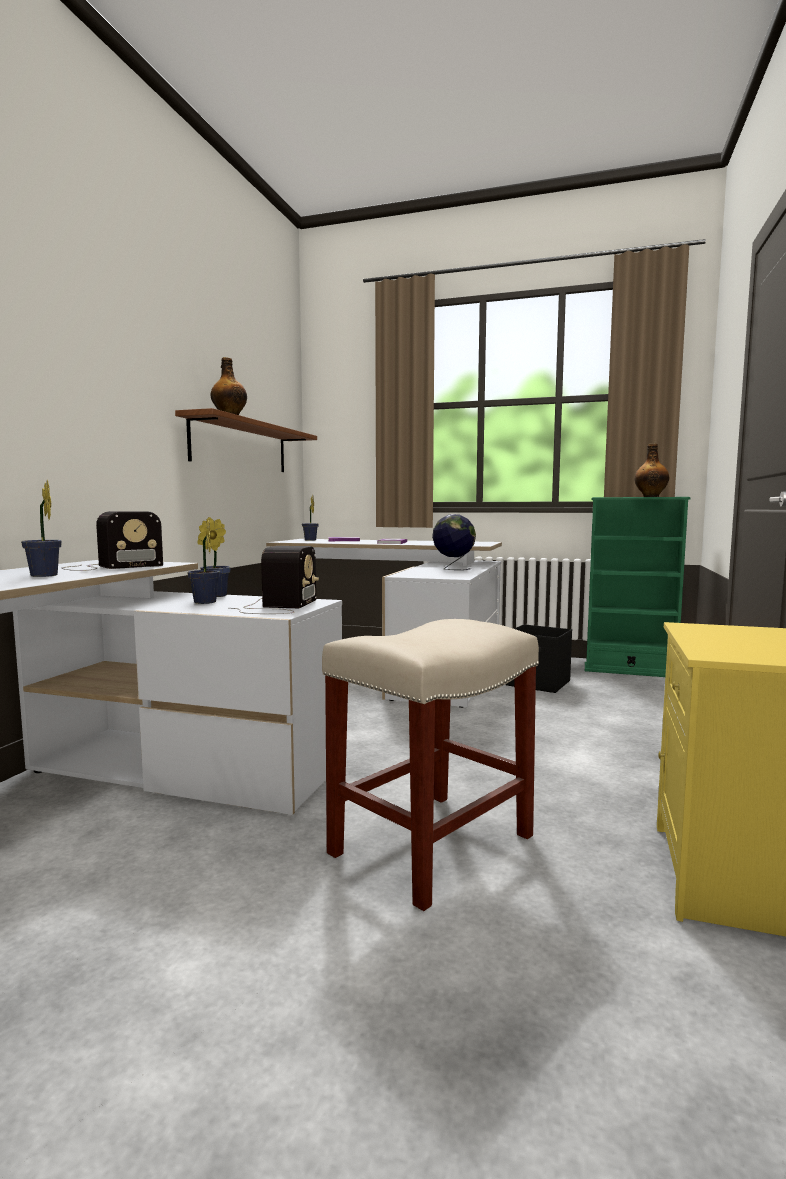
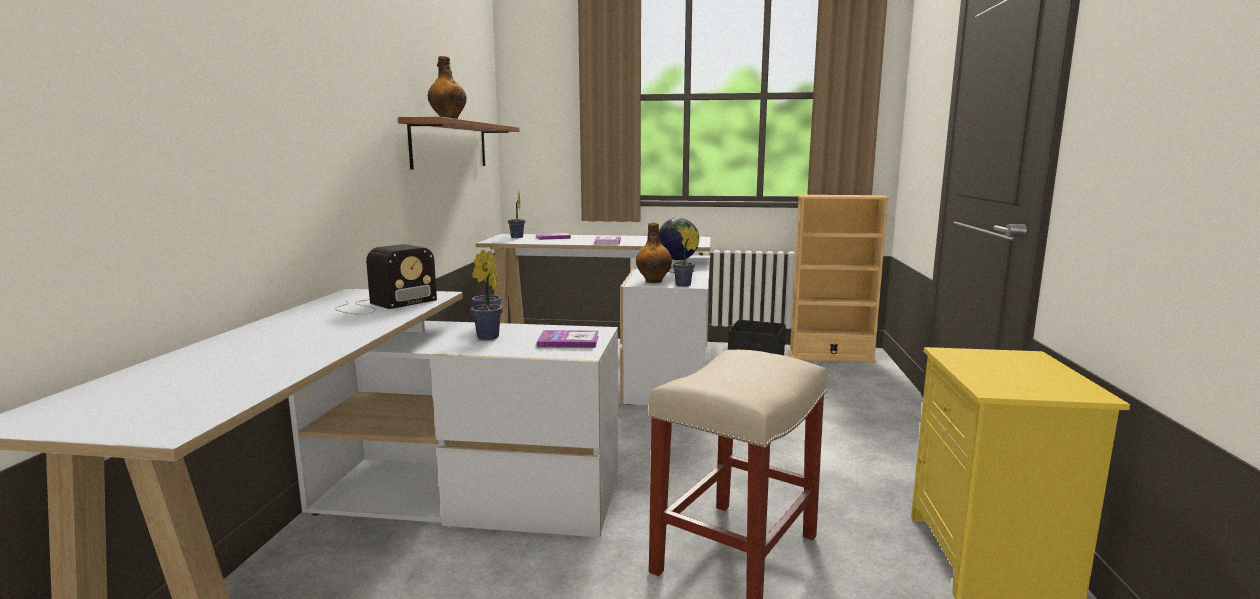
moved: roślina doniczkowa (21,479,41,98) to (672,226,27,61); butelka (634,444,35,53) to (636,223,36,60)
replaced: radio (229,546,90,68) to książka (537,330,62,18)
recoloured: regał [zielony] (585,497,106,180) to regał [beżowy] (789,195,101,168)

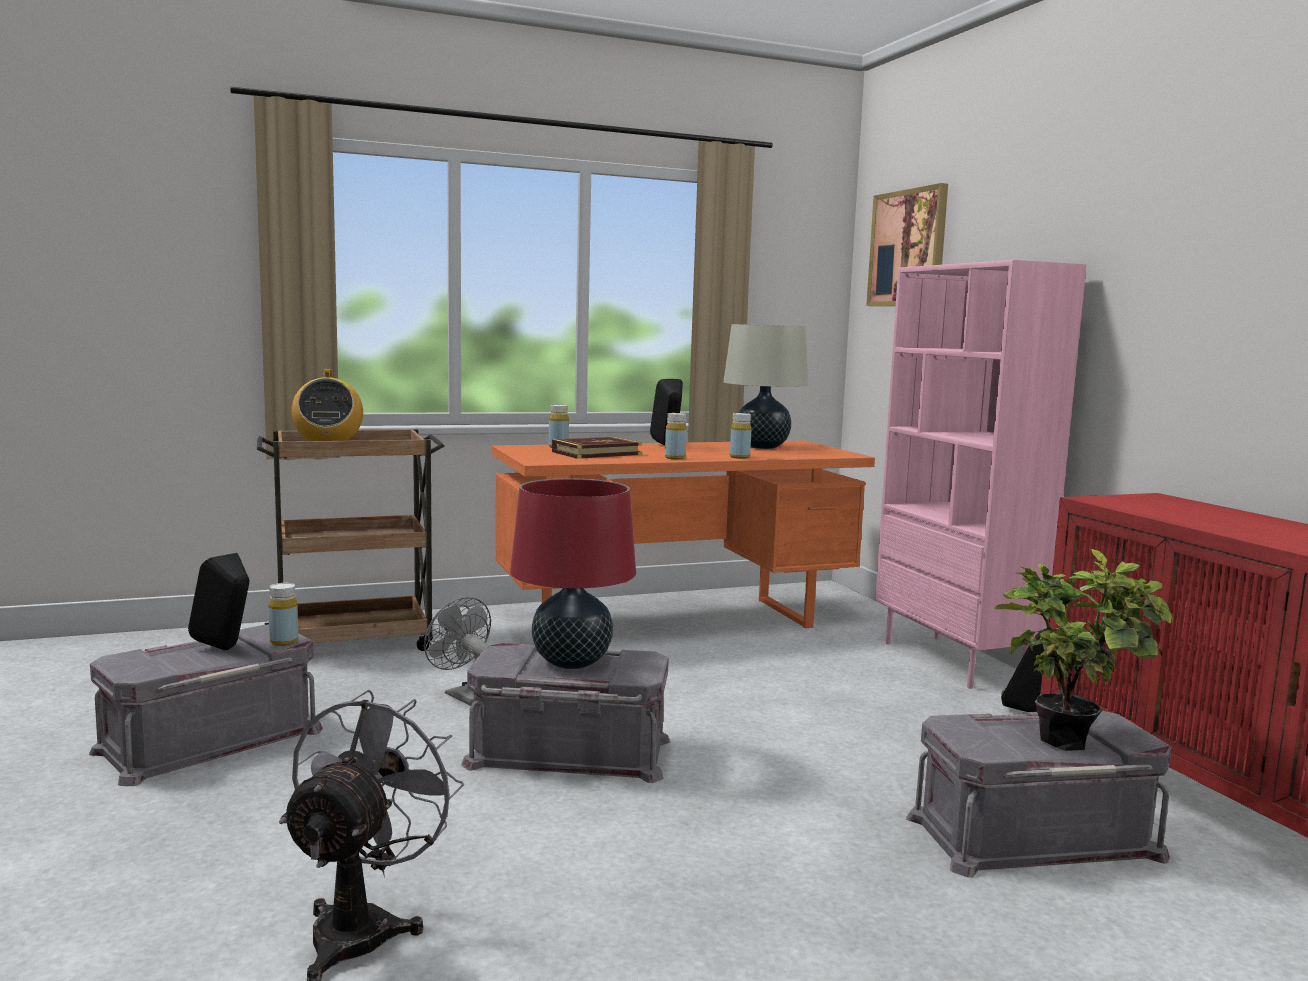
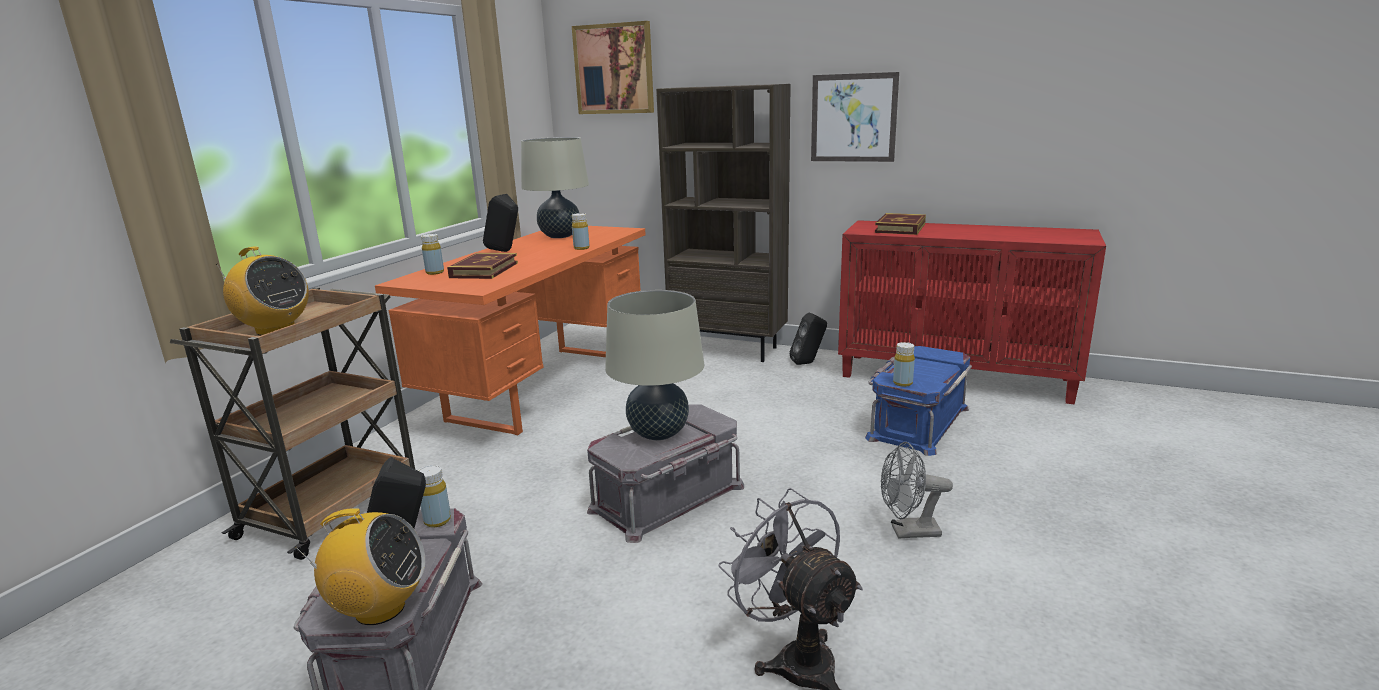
removed: roślina doniczkowa (994,549,179,202)
added: radio (295,508,130,117); obraz (811,72,88,90); książka (875,213,51,22)
moved: wentylator [szary] (424,597,67,109) to (881,442,72,97); butelka [żółty] (665,413,22,46) to (893,342,22,45)
recoloured: lampa stołowa [czerwony] (510,479,126,190) to lampa stołowa [beżowy] (605,290,99,150); regał [różowy] (875,260,212,429) to regał [brązowy] (656,84,135,278); pojemnik do przechowywania [szary] (906,711,266,167) to pojemnik do przechowywania [niebieski] (865,346,107,110)

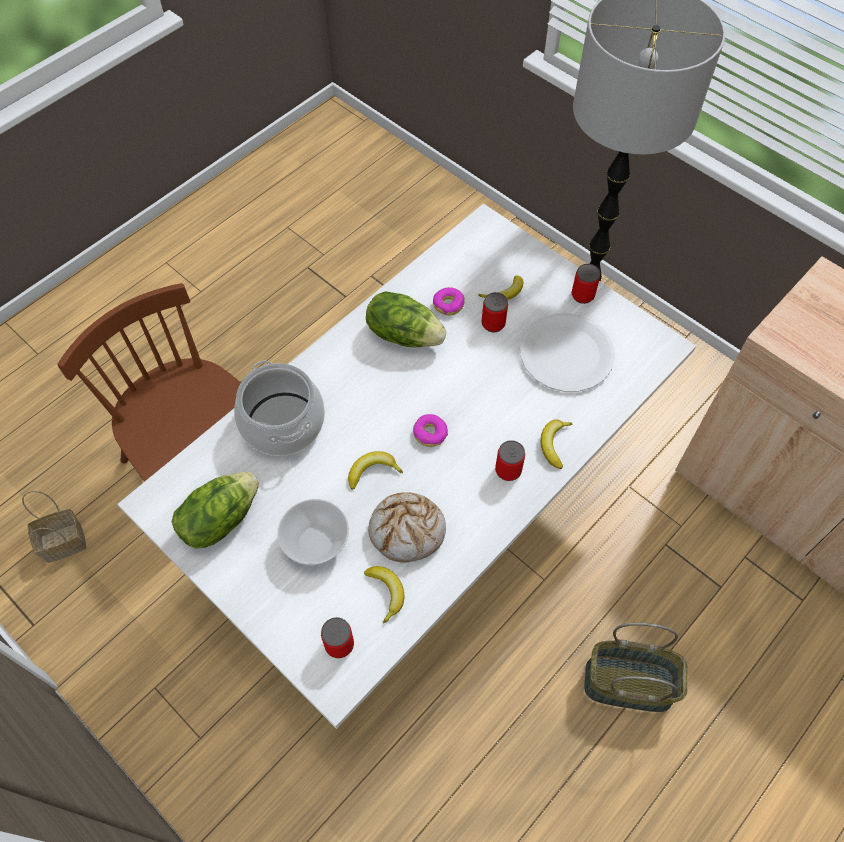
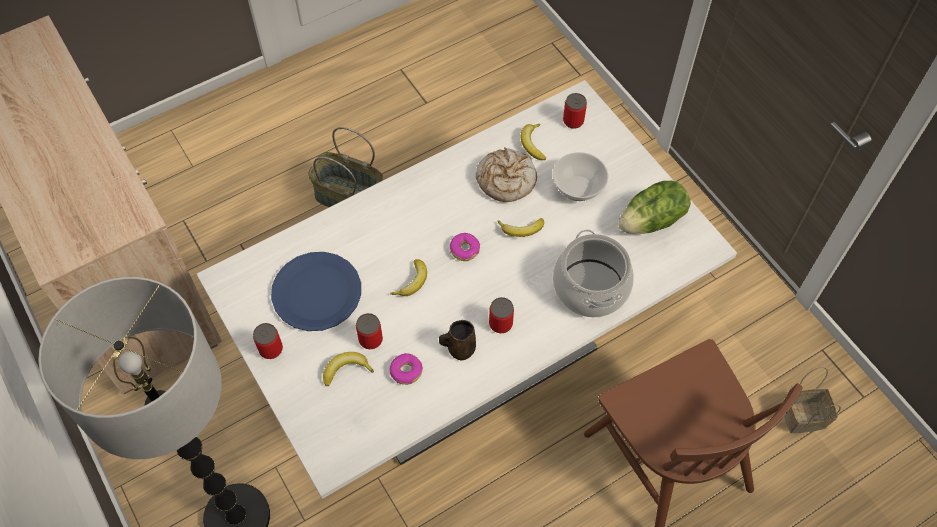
moved: puszka (495,440,30,41) to (489,297,25,36); banan (541,419,32,50) to (390,259,37,37)
replaced: sałata (366,291,80,56) to kubek [brązowy] (439,320,37,41)
recoloured: talerz [biały] (520,313,95,79) to talerz [niebieski] (271,252,90,79)

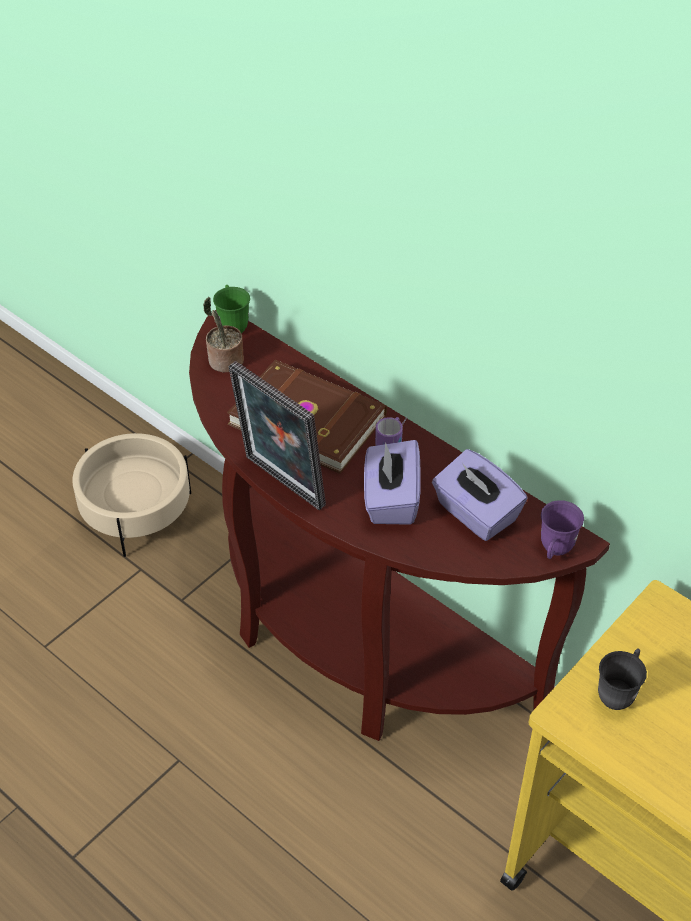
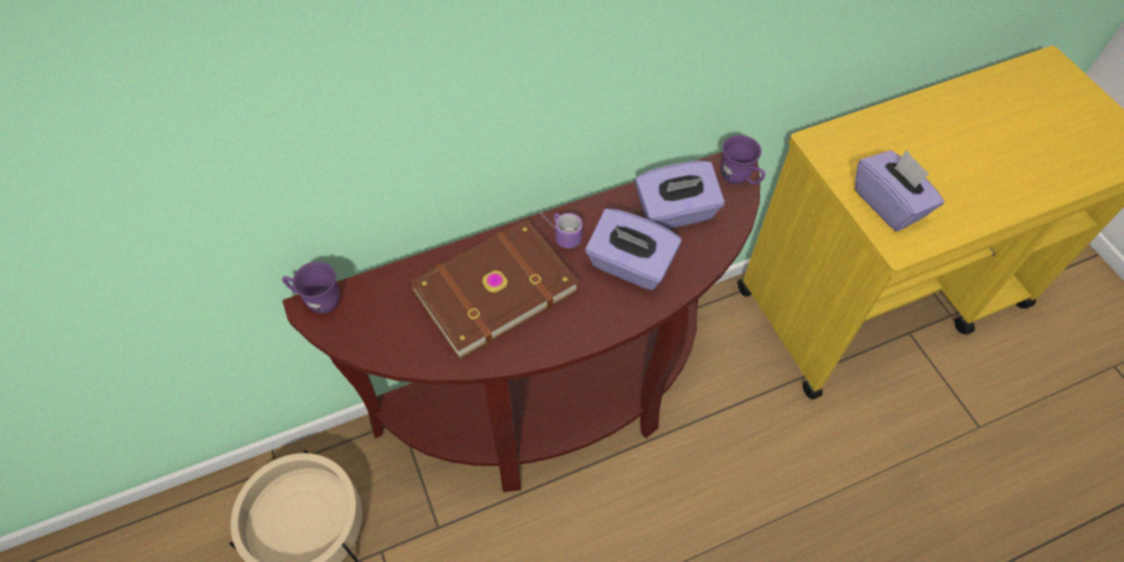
removed: roślina doniczkowa (203,297,41,75); ramka na zdjęcie (228,361,98,149)
replaced: kubek [szary] (598,648,49,62) to pudełko chusteczek [fioletowy] (855,150,89,81)
recoloured: kubek [zielony] (213,285,37,48) to kubek [fioletowy] (282,261,58,53)

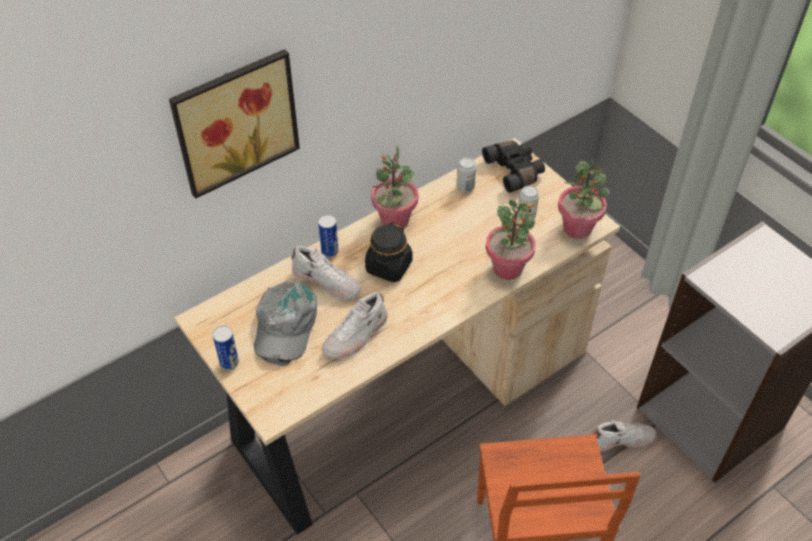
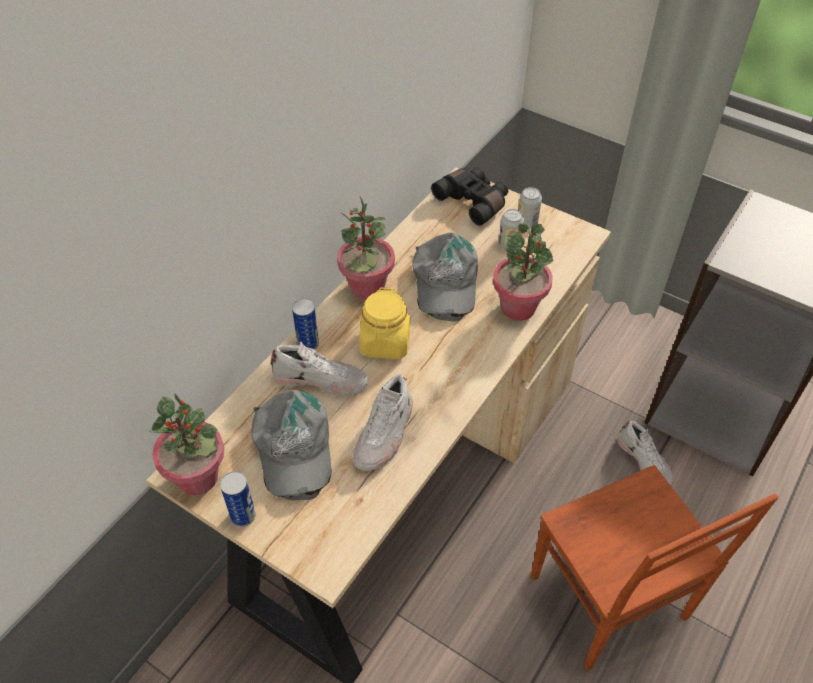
removed: obraz (169,49,131,150)
added: czapka z daszkiem [szary] (412,233,66,89)
moved: puszka (456,157,20,35) to (518,187,24,42); roślina doniczkowa (558,159,52,80) to (149,394,75,101)
recoloured: słoik [czarny] (365,222,47,60) to słoik [żółty] (359,288,51,71)
turned: but [biały] (591,419,65,32) = (618,421,56,64) 90 degrees clockwise

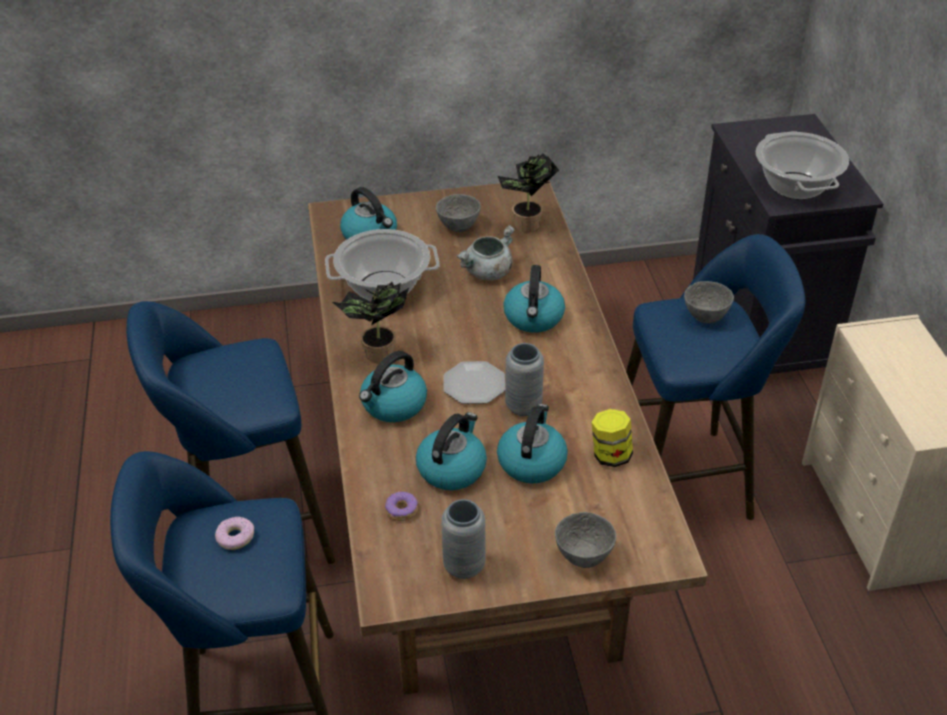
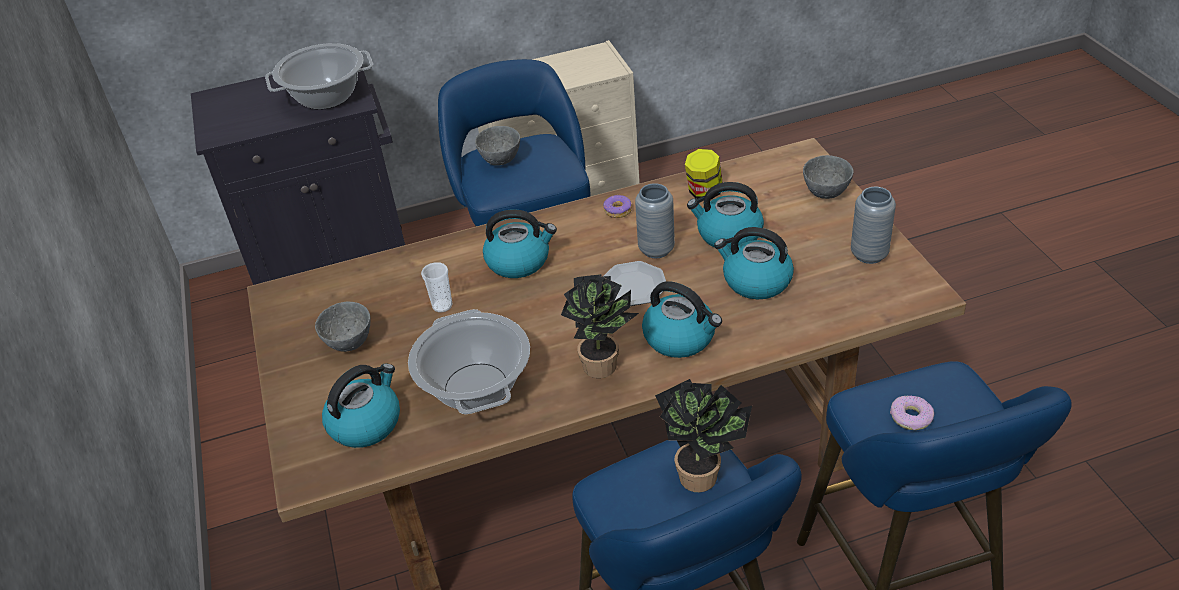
moved: donut (385,491,33,30) to (603,195,29,23); roślina doniczkowa (498,153,61,80) to (655,379,97,113)
replaced: garnek [szary] (456,225,59,55) to filiżanka (421,262,31,50)

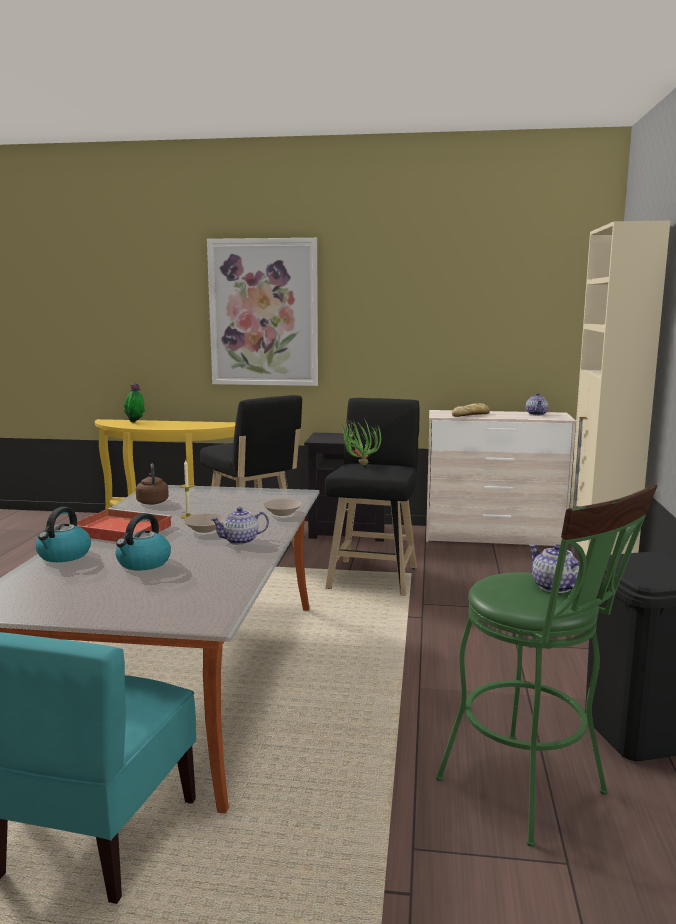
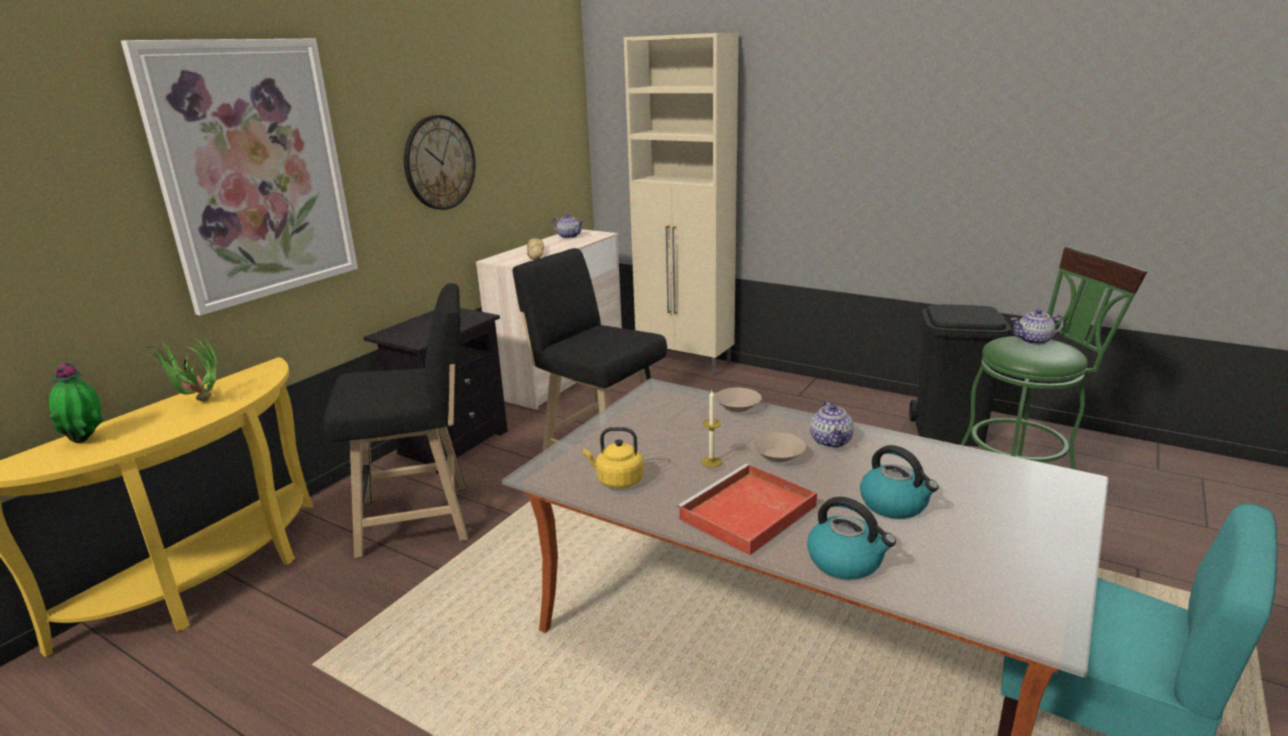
added: zegar ścienny (404,115,72,95)
moved: roślina doniczkowa (341,419,40,46) to (144,335,74,66)
recoloured: czajnik [brązowy] (136,464,33,41) to czajnik [żółty] (583,427,61,61)

